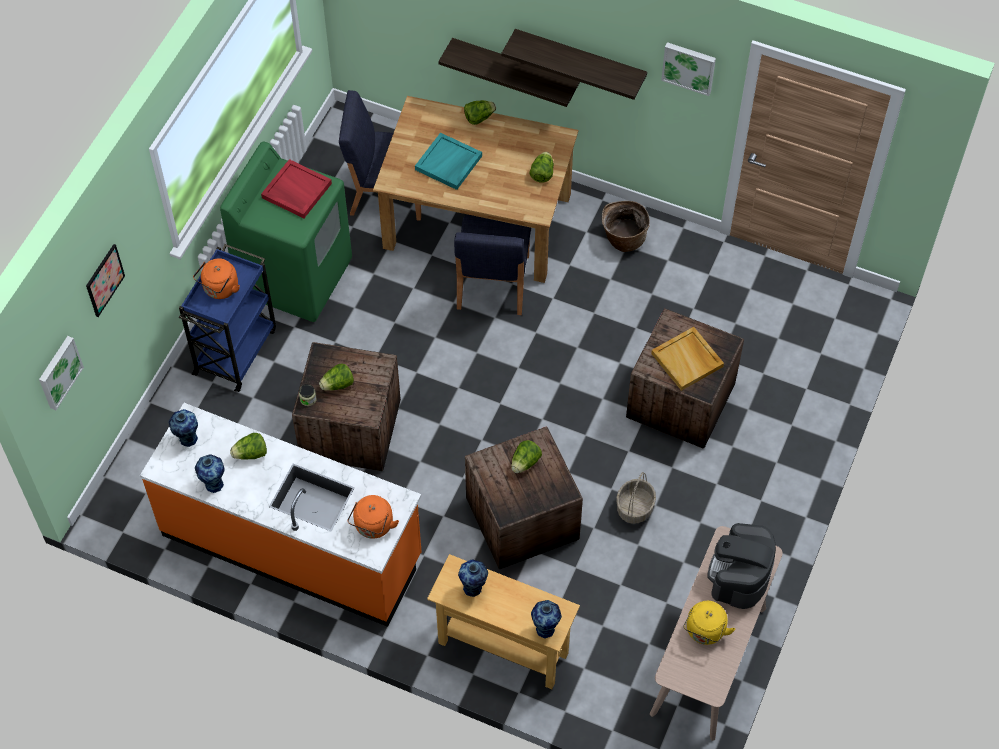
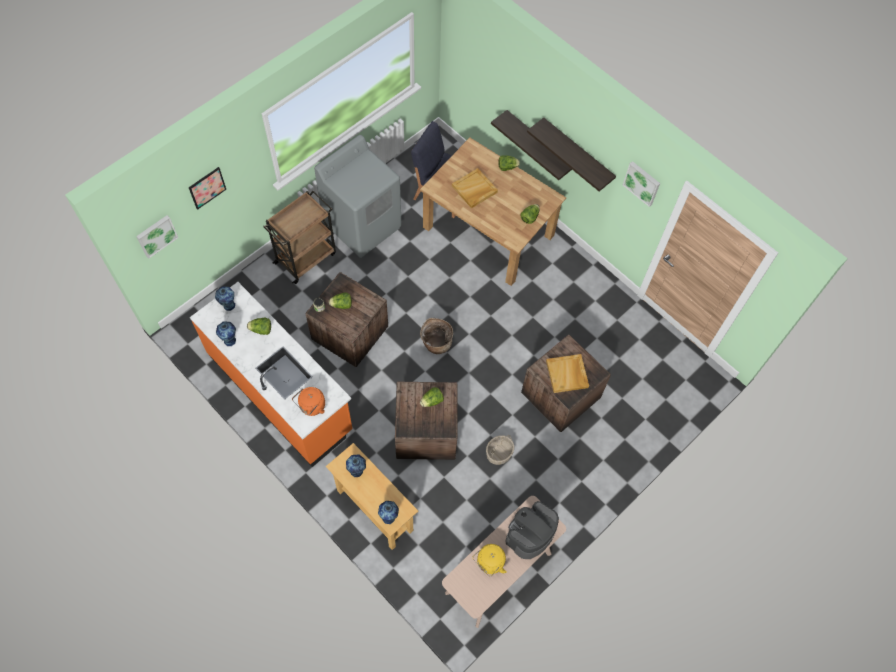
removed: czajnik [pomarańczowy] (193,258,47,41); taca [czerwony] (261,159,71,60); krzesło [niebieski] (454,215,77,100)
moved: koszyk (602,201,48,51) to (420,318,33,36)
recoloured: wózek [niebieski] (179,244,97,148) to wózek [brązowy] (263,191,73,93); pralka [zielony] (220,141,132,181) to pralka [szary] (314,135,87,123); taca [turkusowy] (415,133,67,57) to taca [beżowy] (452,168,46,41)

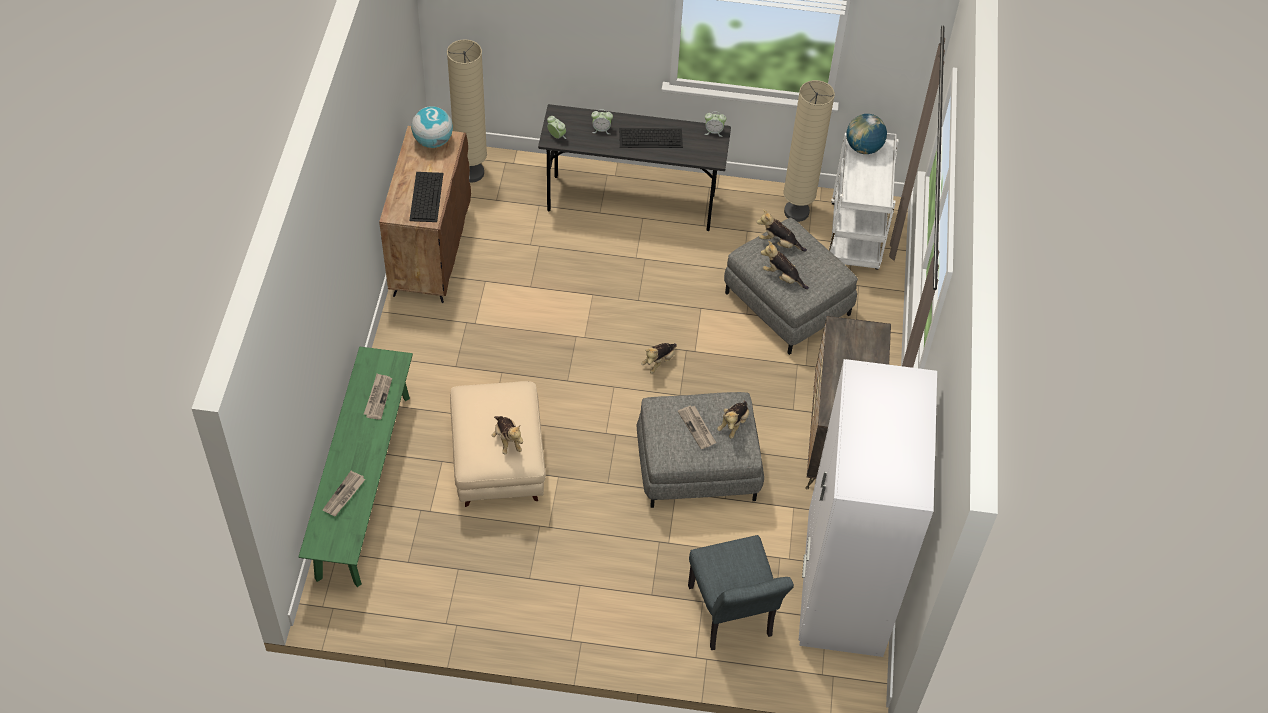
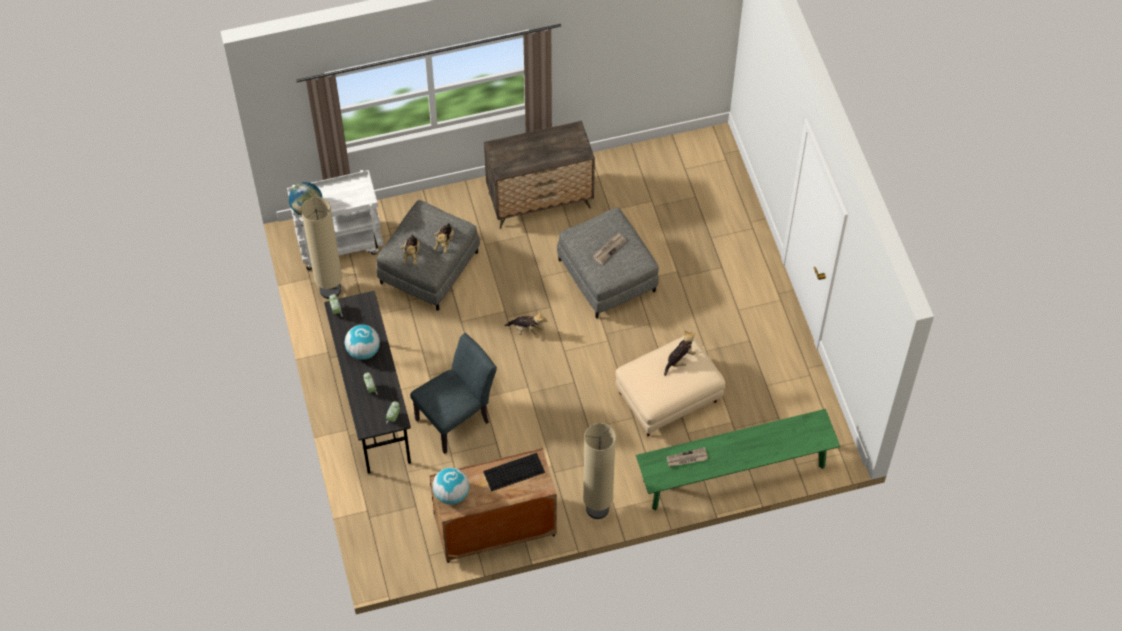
removed: gazeta (323,471,42,45); pluszak (717,400,32,39); szafa [biały] (798,359,139,298)
moved: lampa stojąca [beżowy] (447,40,40,142) to (583,423,33,96); krzesło [szary] (688,535,106,115) to (410,333,87,121)
replaced: klawiatura (619,128,64,20) to globus (345,325,35,35)

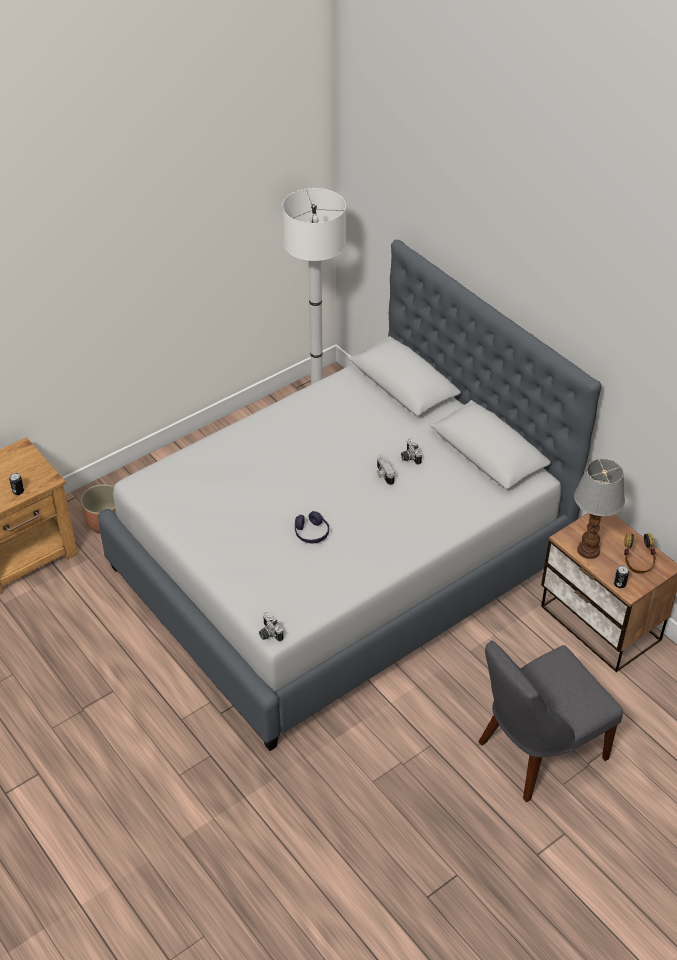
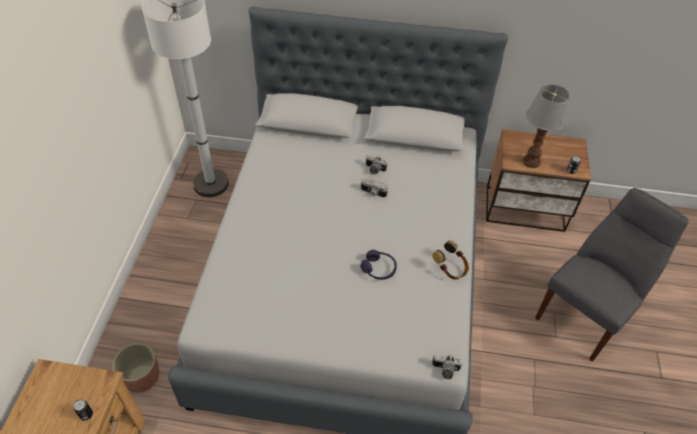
moved: słuchawki (624,534,32,39) to (433,240,36,40)
turned: krzesło [szary] (478,641,145,161) = (535,188,154,174) 150 degrees counterclockwise

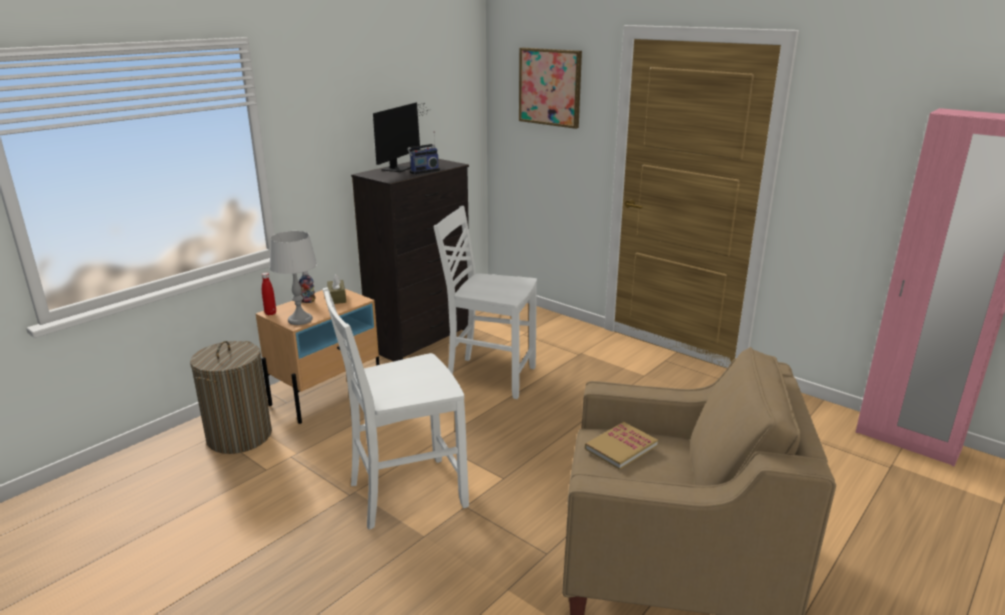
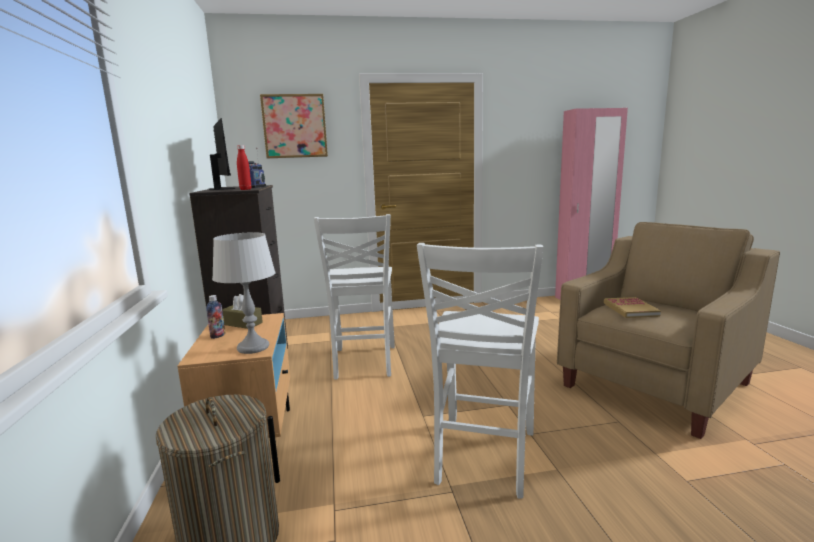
moved: butelka [czerwony] (262,273,14,42) to (237,145,15,45)
turned: krzesło [biały] (433,206,104,193) = (314,214,81,166) 60 degrees counterclockwise

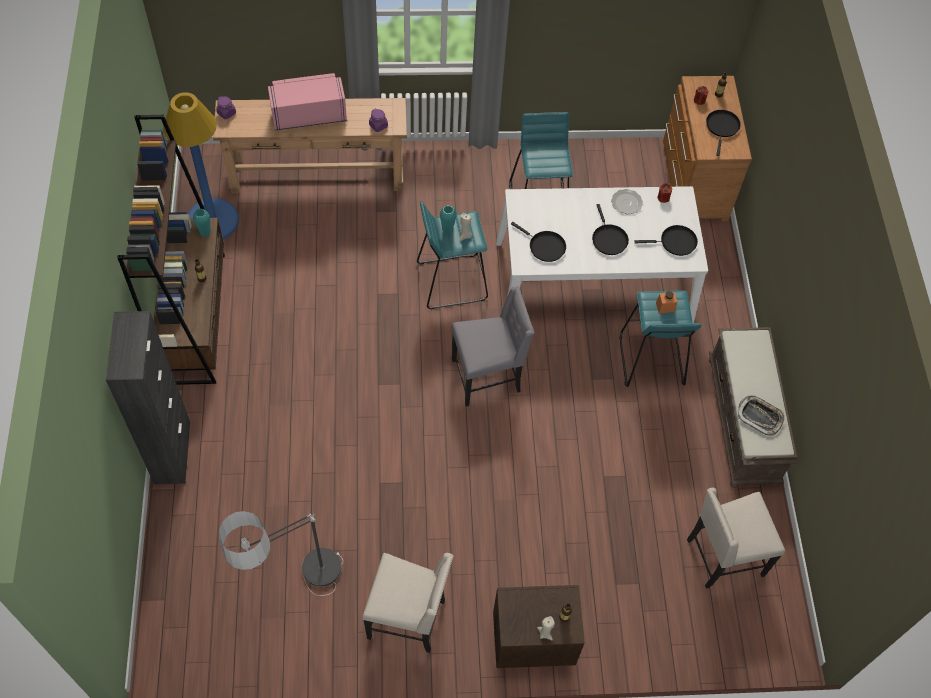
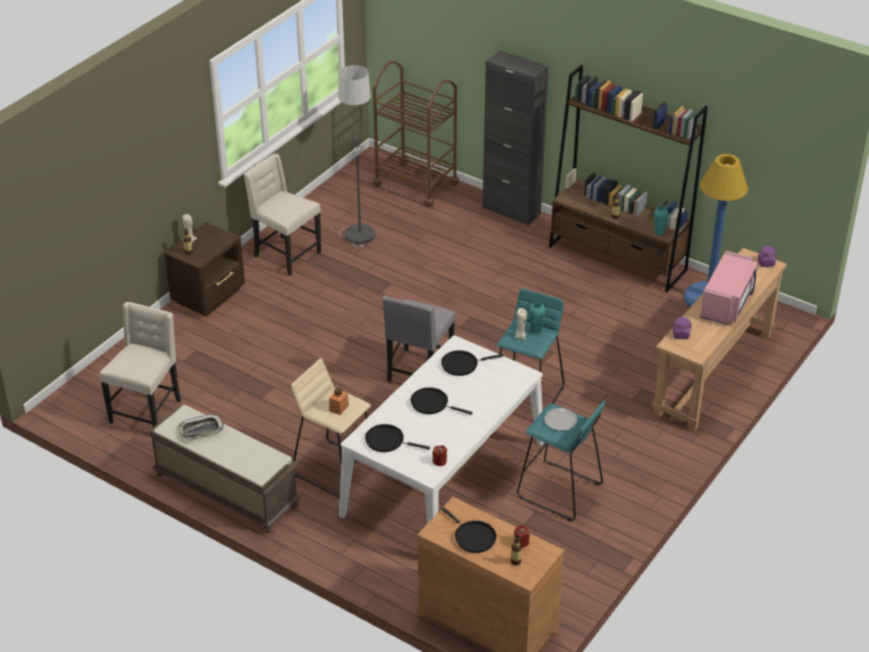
added: wózek [brązowy] (373,61,86,147)
moved: talerz (611,189,32,25) to (544,408,34,23)
recoloured: stołek [turkusowy] (619,291,82,96) to stołek [beżowy] (291,358,80,140)
turned: krzesło [beżowy] (362,553,91,100) = (244,153,77,123) 75 degrees clockwise; patelnia [czarny] (634,225,64,31) = (365,424,65,28) 75 degrees clockwise

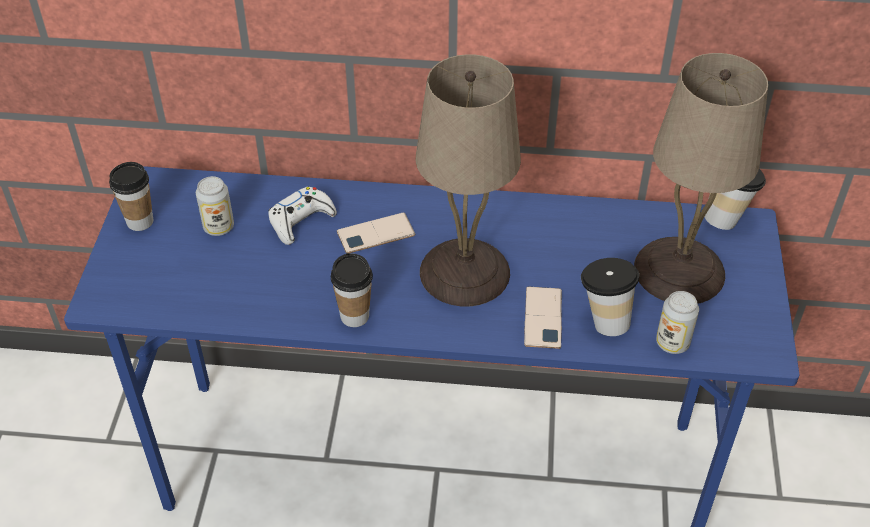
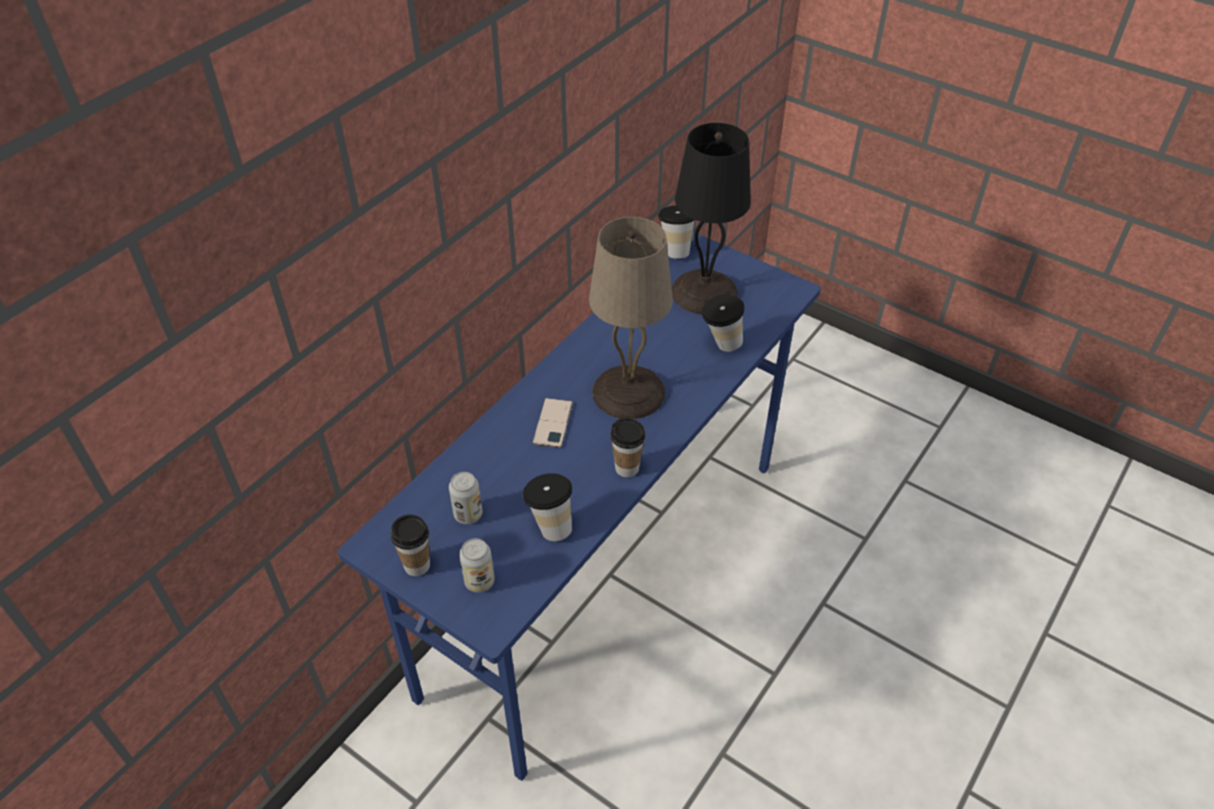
removed: pad do gier [biały] (268,187,69,58); telefon (524,287,38,62)
added: filiżanka (522,473,50,68)
moved: puszka (656,291,43,63) to (459,538,36,54)
recoloured: lampa stołowa [beżowy] (634,53,134,251) to lampa stołowa [czarny] (672,123,79,191)

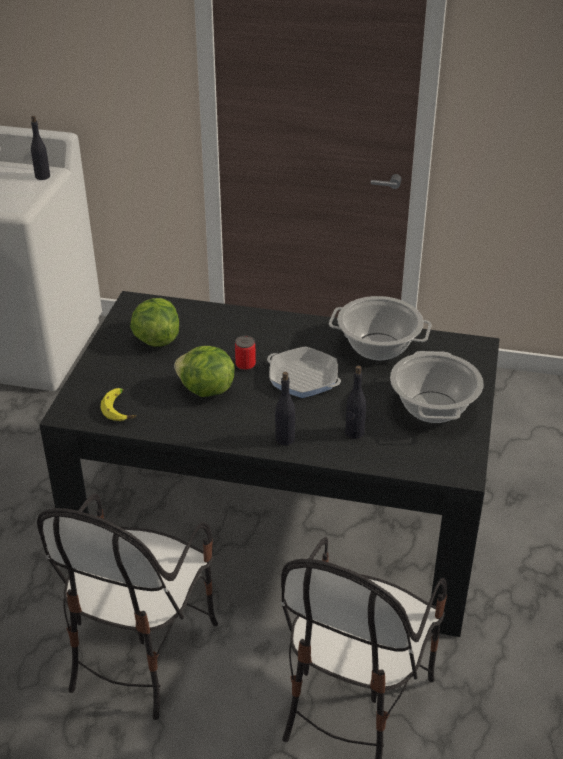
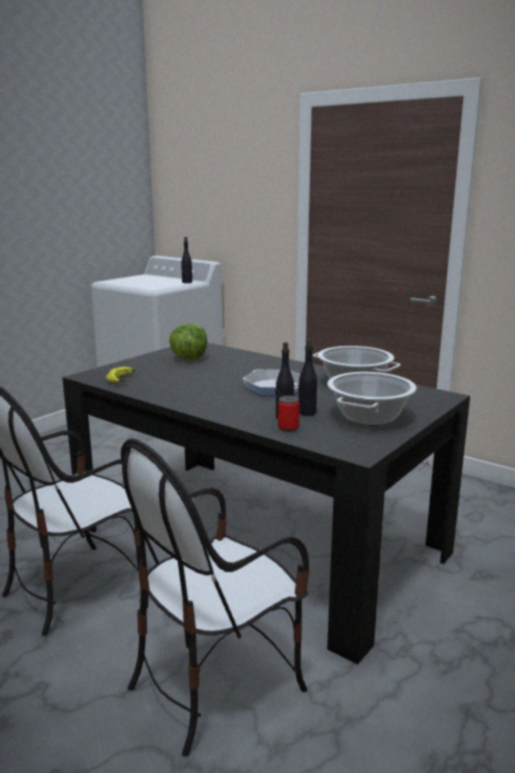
removed: sałata (174,346,61,51)
moved: puszka (235,336,21,35) to (278,395,22,37); butelka [czarny] (275,372,20,74) to (298,339,19,77)

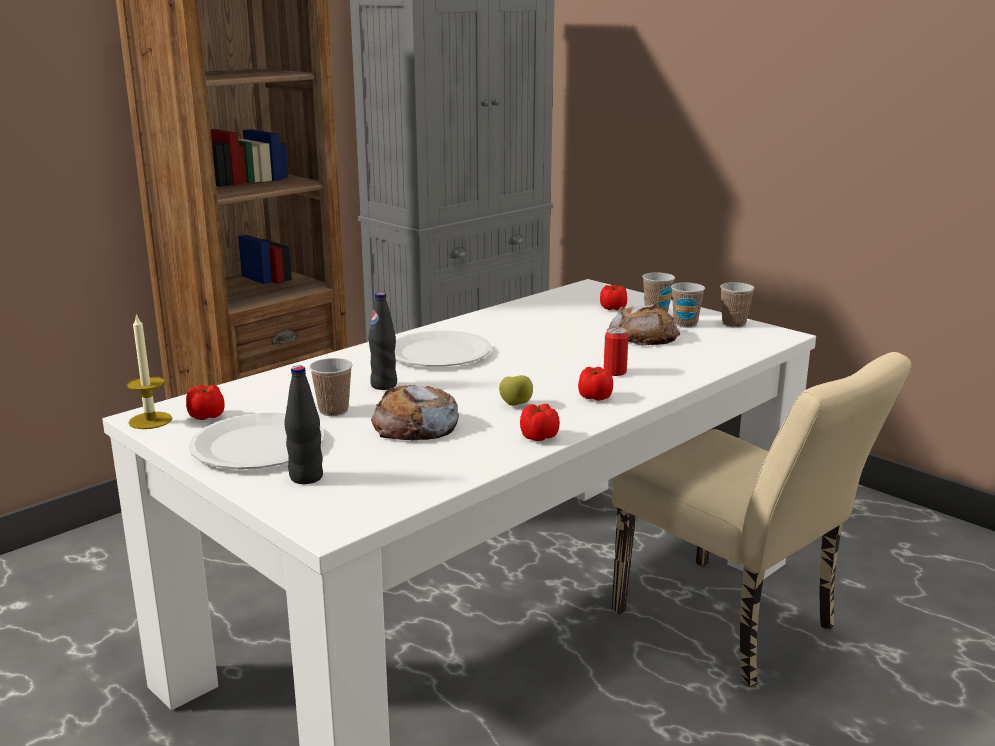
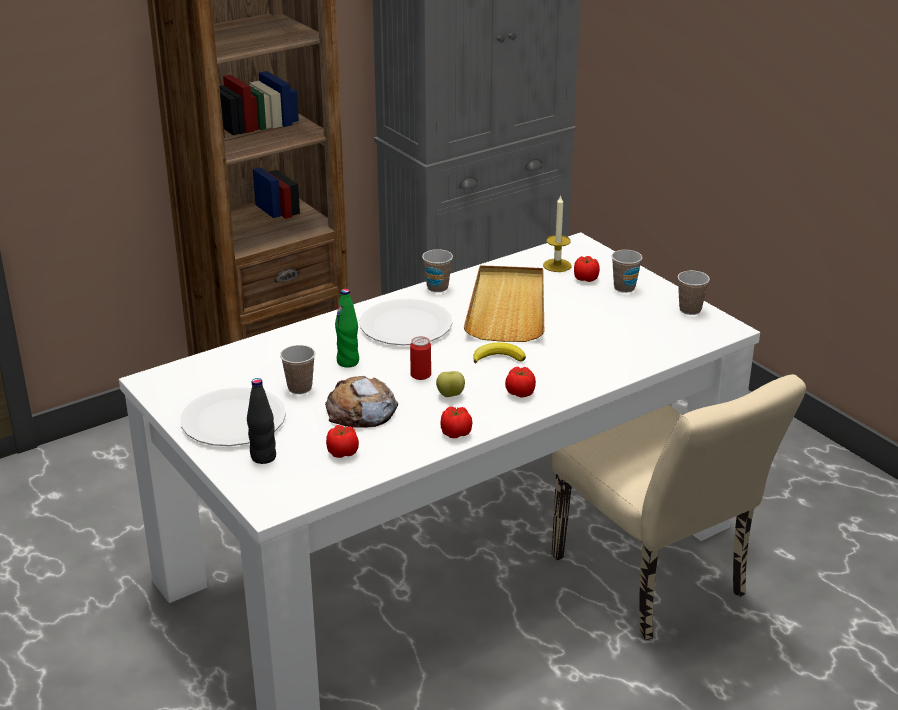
removed: chleb (609,304,71,42)
added: taca [beżowy] (464,265,80,77); banan (474,343,52,20)
moved: świeca (127,313,45,116) to (543,195,28,77); pomidor (186,385,38,35) to (326,425,33,33); puszka (603,327,25,49) to (410,336,21,44); filiżanka (671,282,34,46) to (422,249,31,43)
recoloured: butelka [czarny] (368,292,29,98) to butelka [zielony] (335,289,24,79)

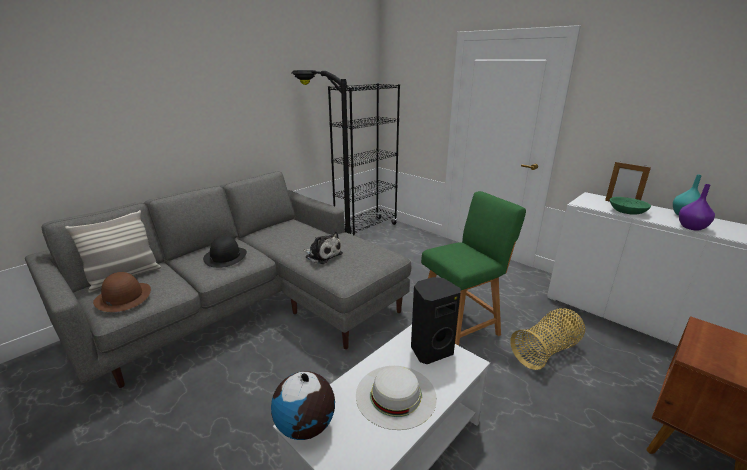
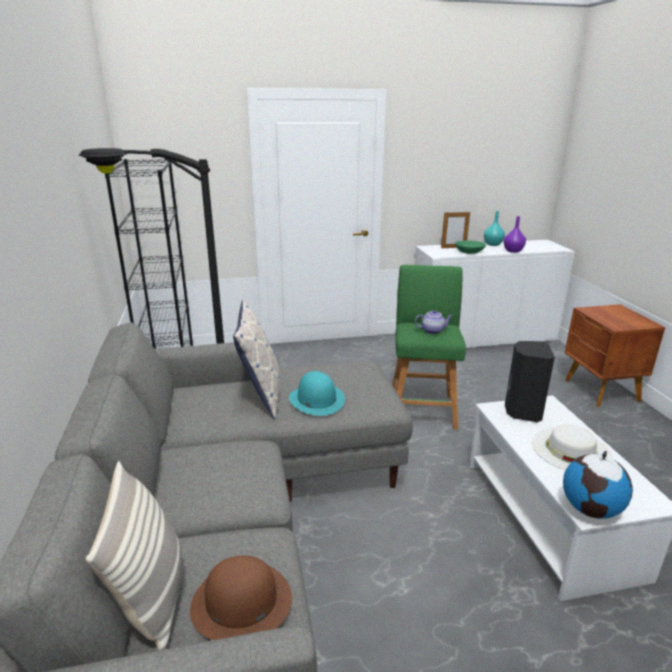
removed: kapelusz [czarny] (203,236,44,32); koszyk (510,308,75,62)
added: poduszka (233,300,47,119); imbryk (415,310,38,24)
replaced: pluszak (303,231,40,33) to kapelusz [turkusowy] (289,371,56,45)

